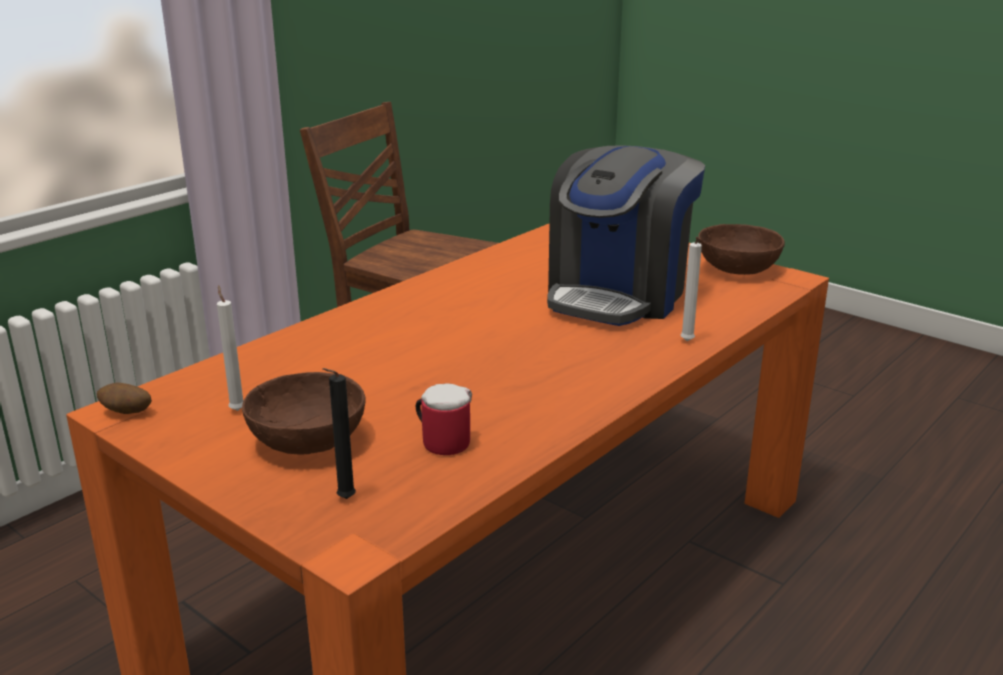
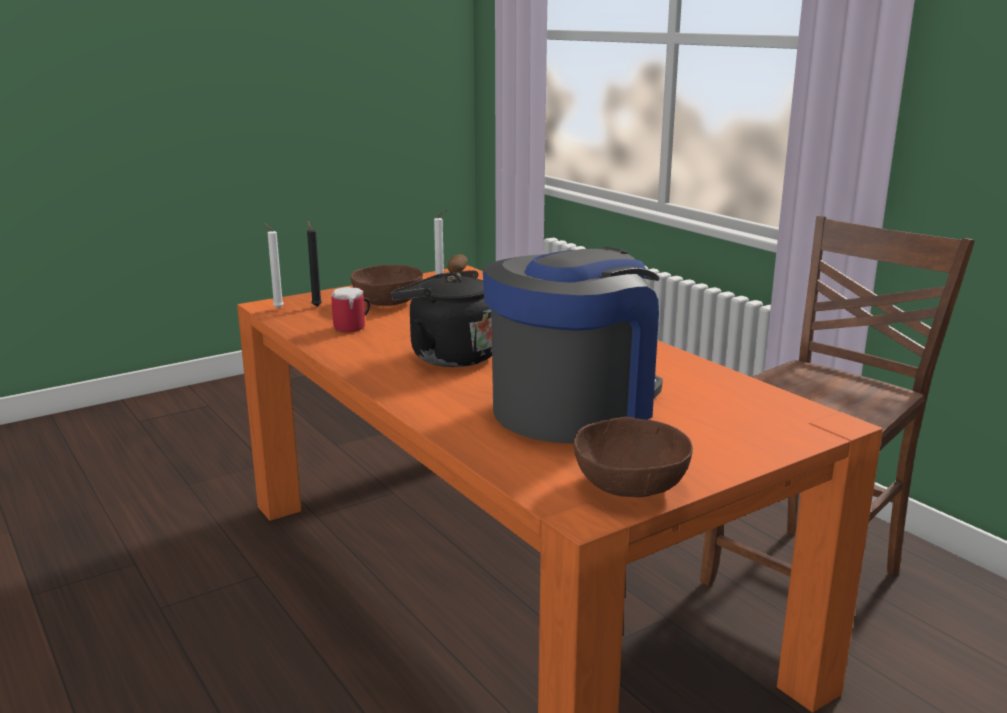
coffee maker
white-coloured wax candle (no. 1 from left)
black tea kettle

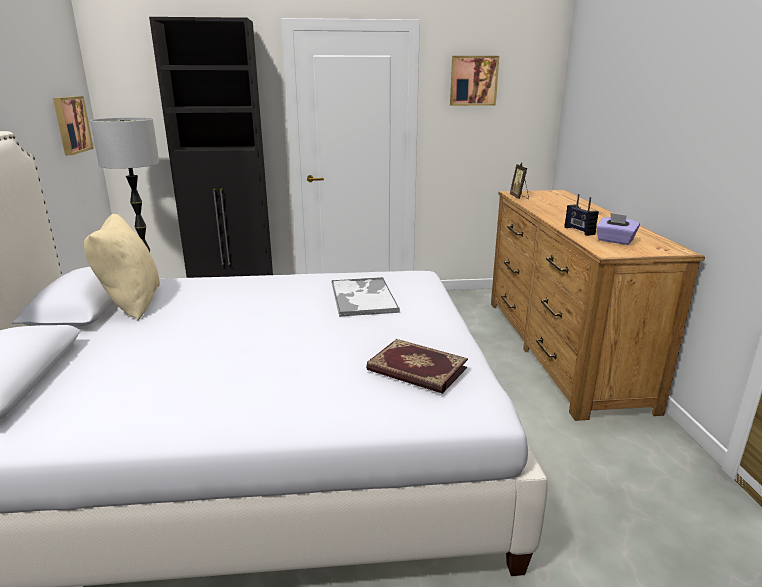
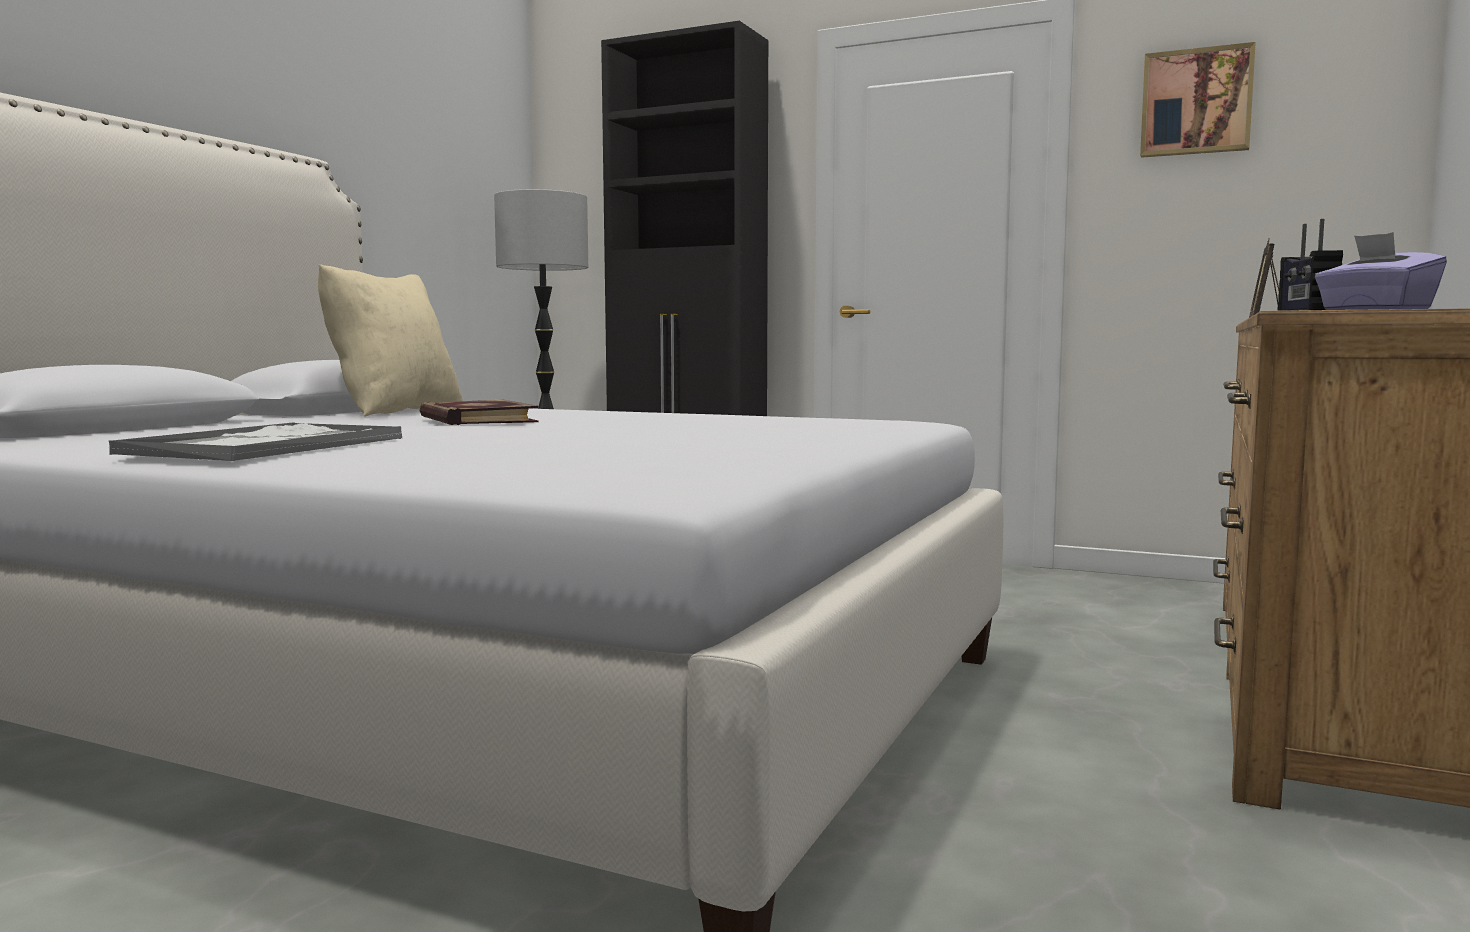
wall art (no. 1 from left in the first image)
tray
bound book

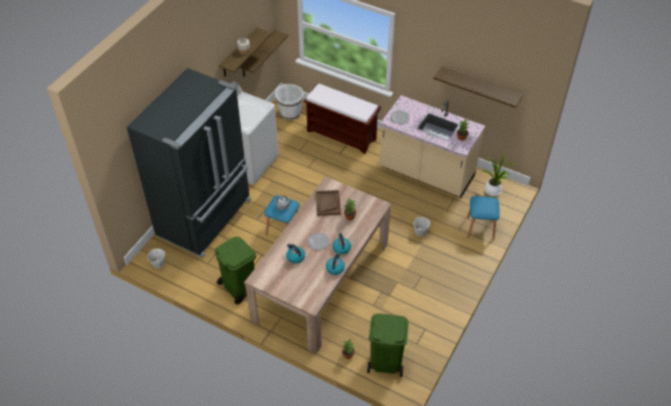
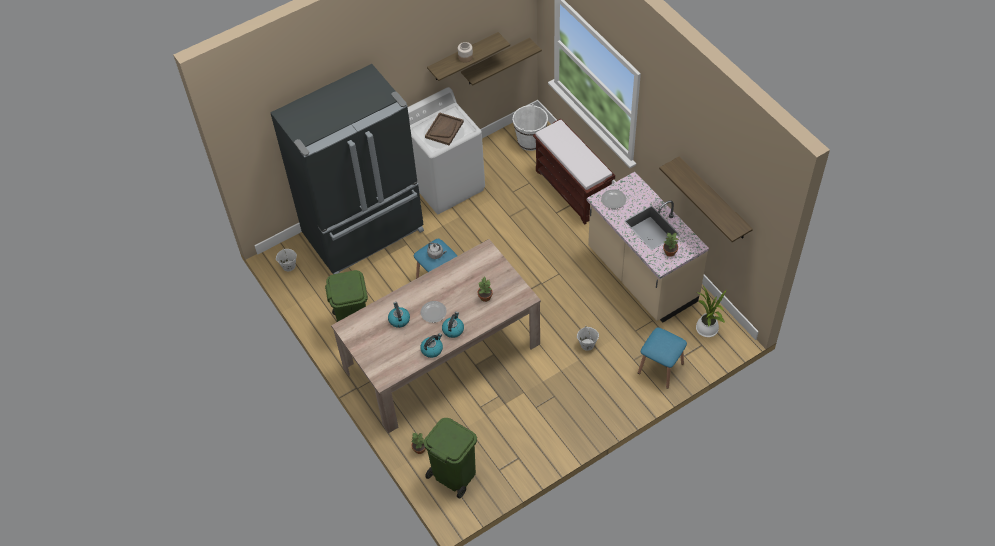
brown-coloured tray

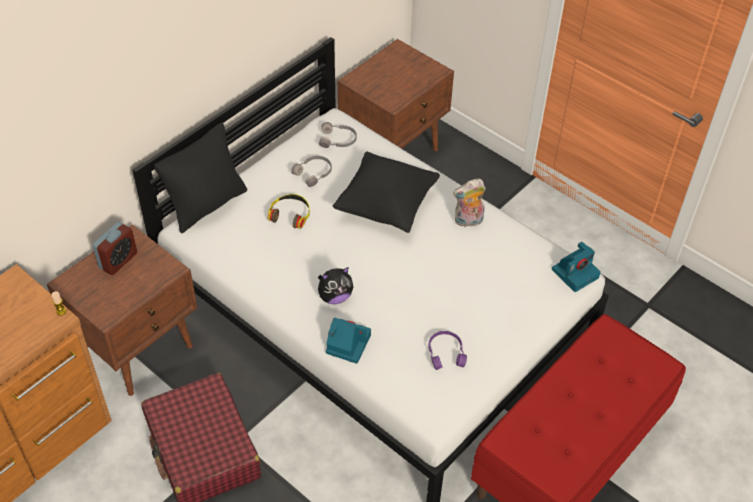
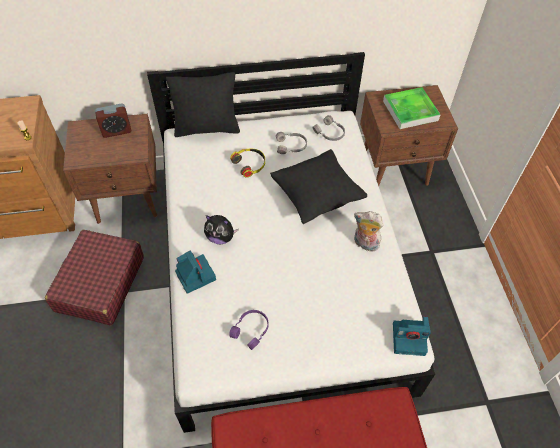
tray

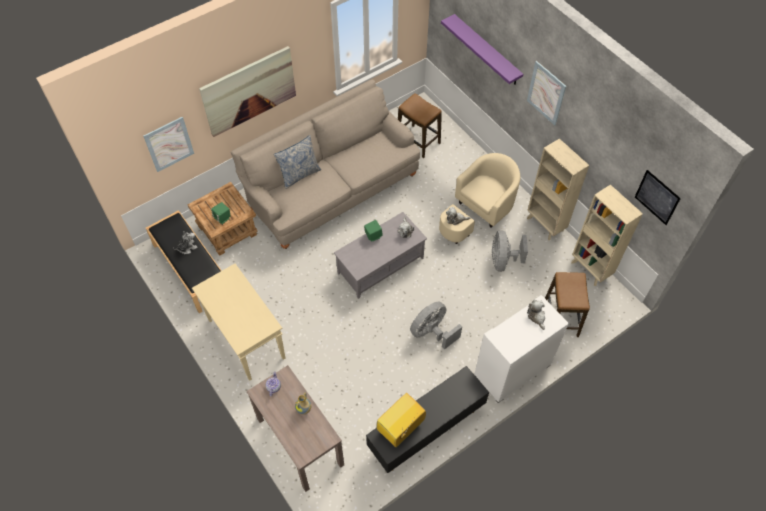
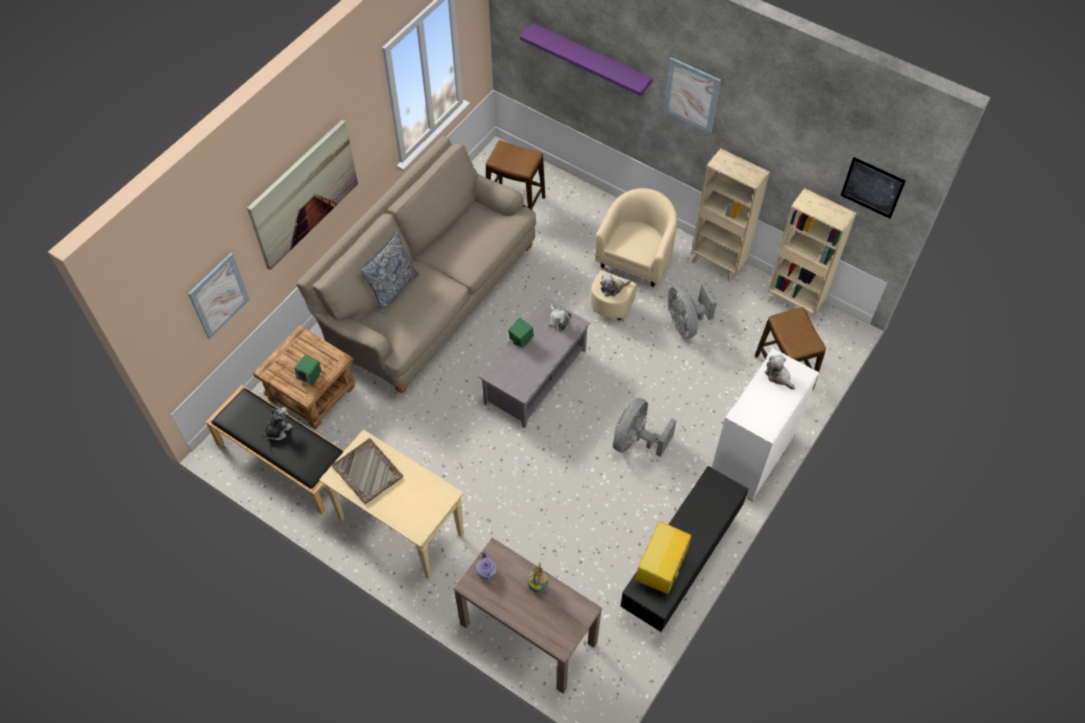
greyish tray

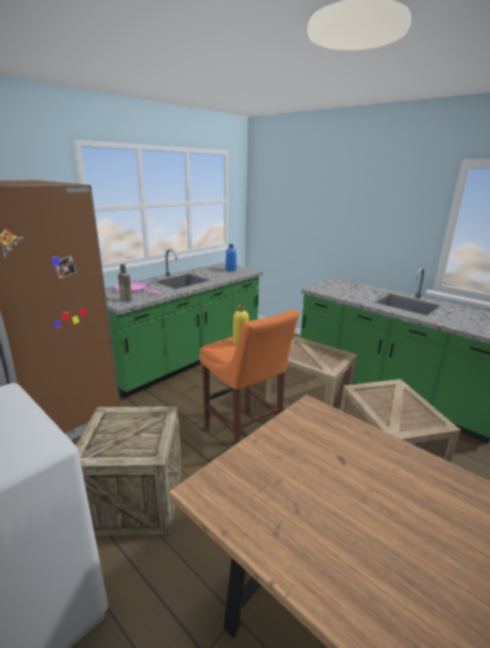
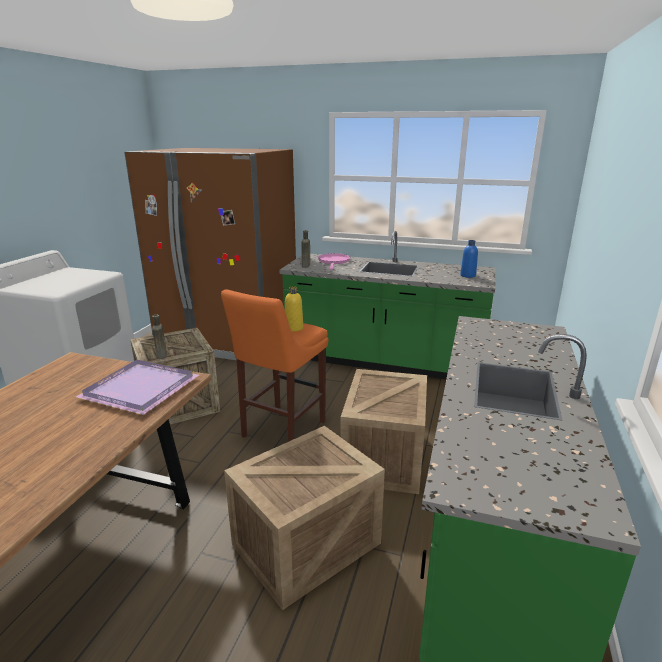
purplish tray
brown-coloured bottle (no. 1 from left)

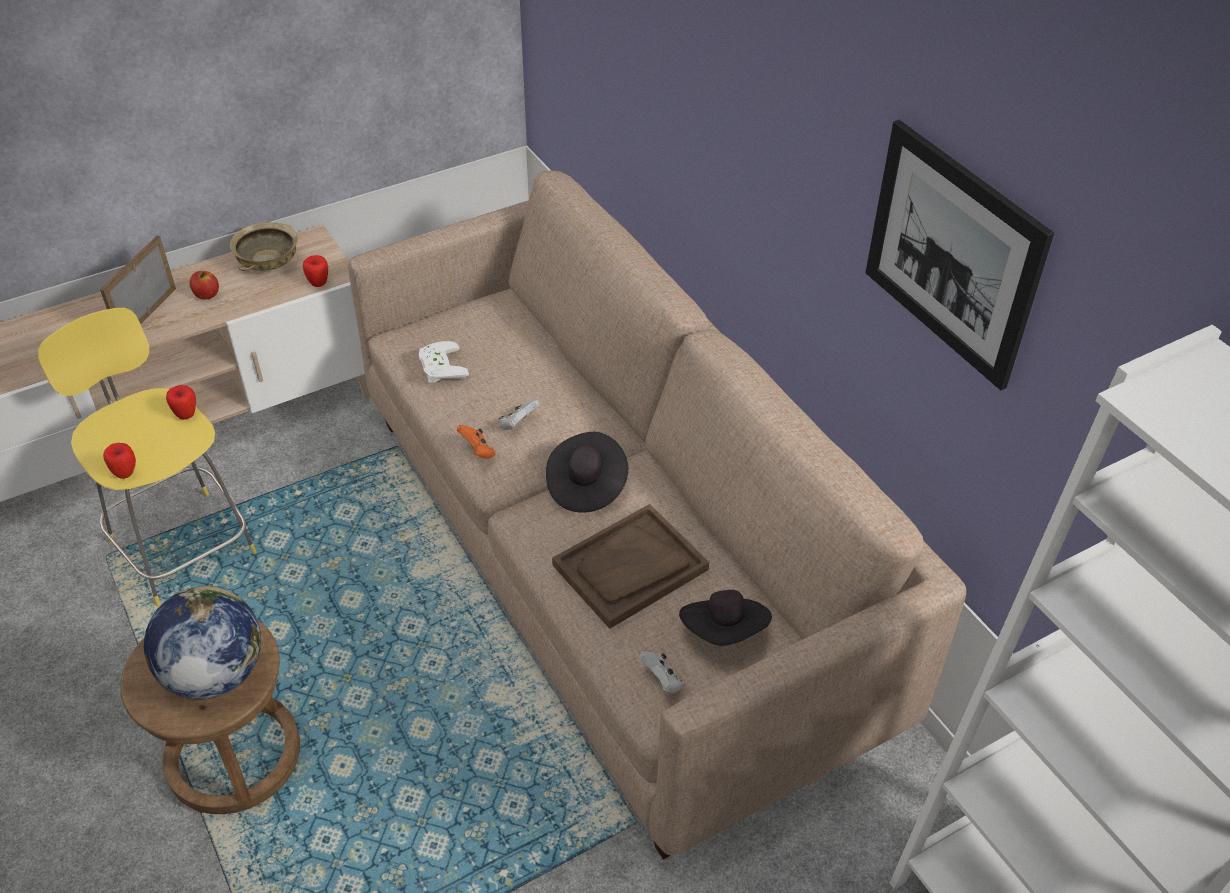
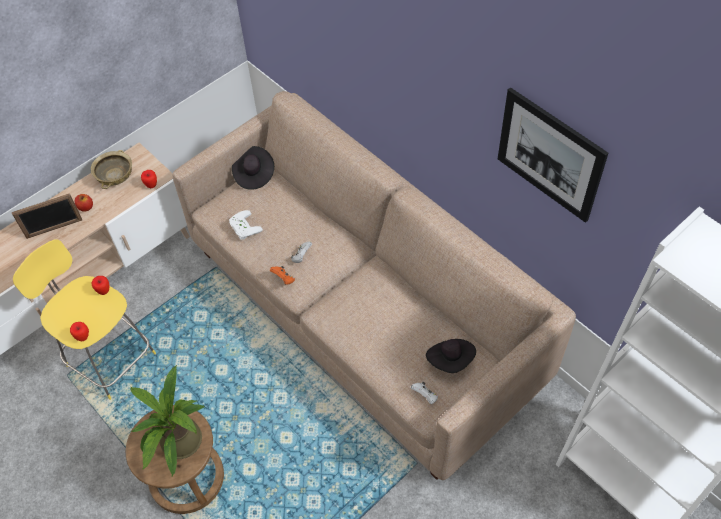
photo frame
potted plant
black wearable hat (no. 1 from left)
brown-coloured tray

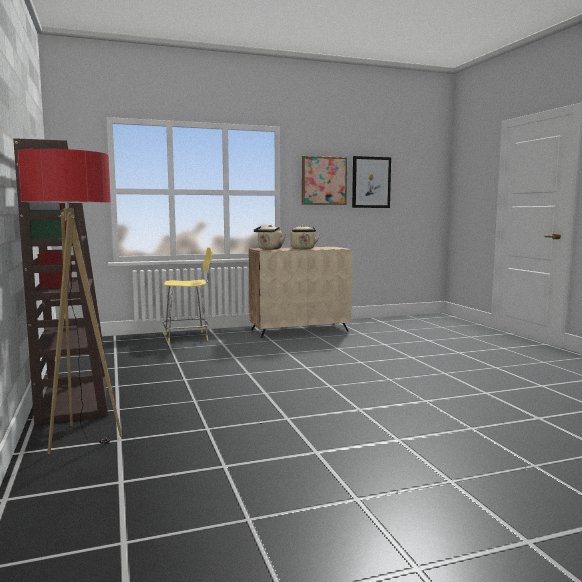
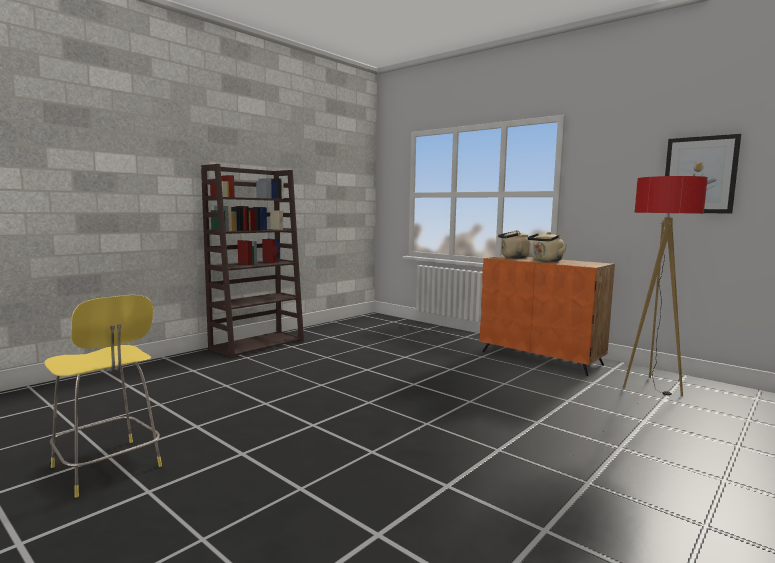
floor lamp
yellow stool seat
orange cabinet
wall art (no. 1 from left in the first image)

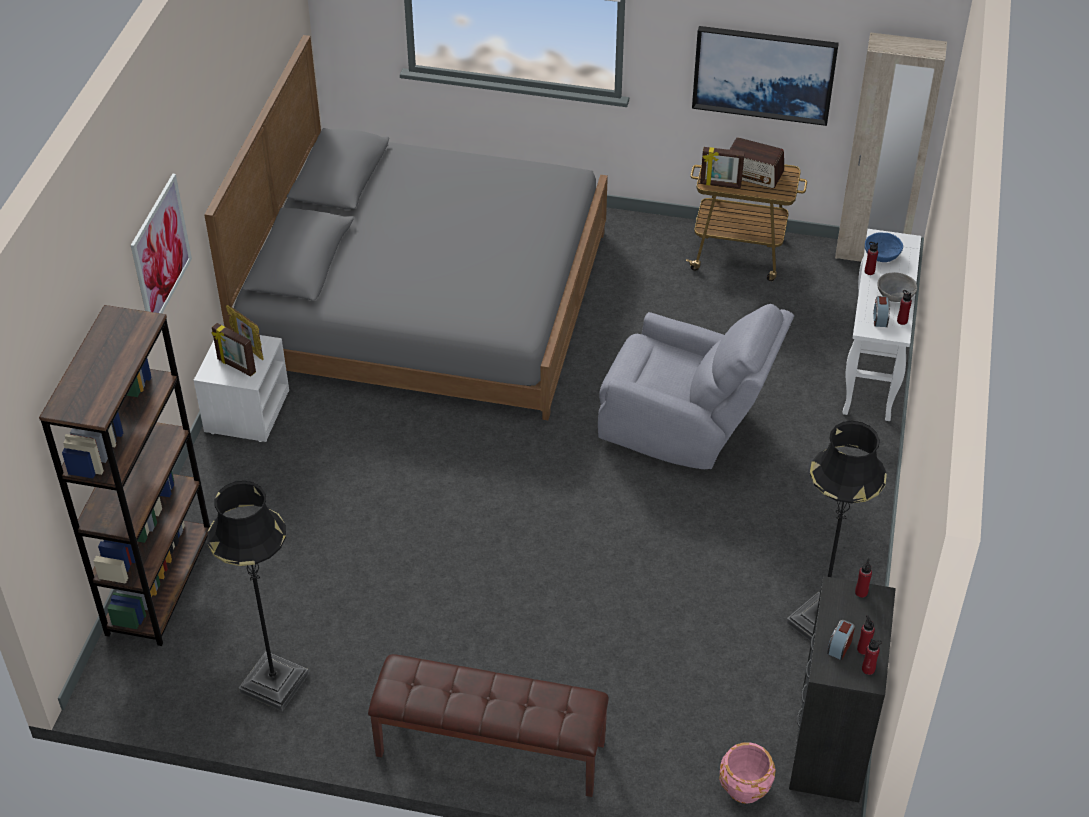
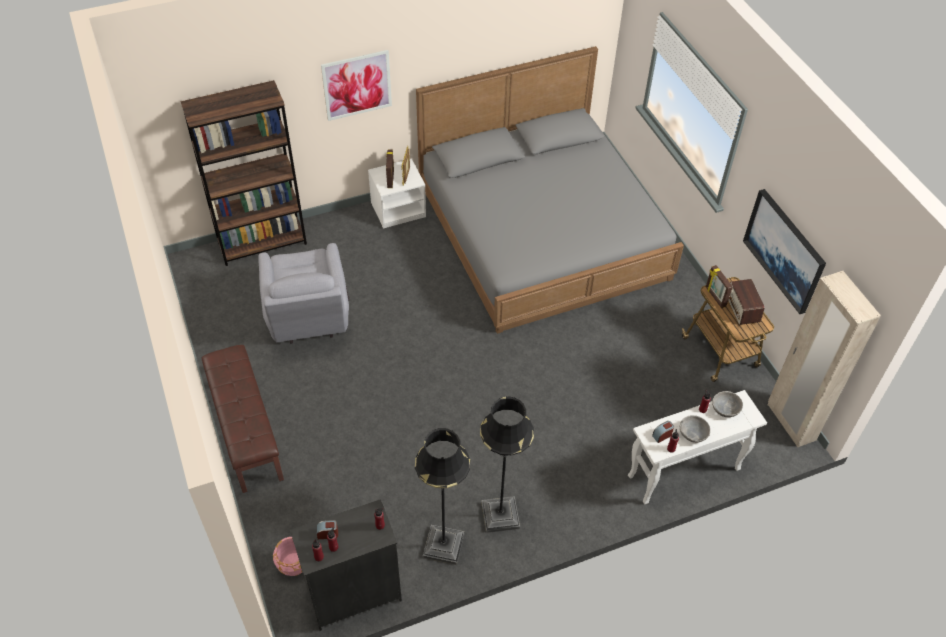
black floor lamp (no. 2 from left)
greyish lounge chair
greyish serving bowl (no. 2 from left)

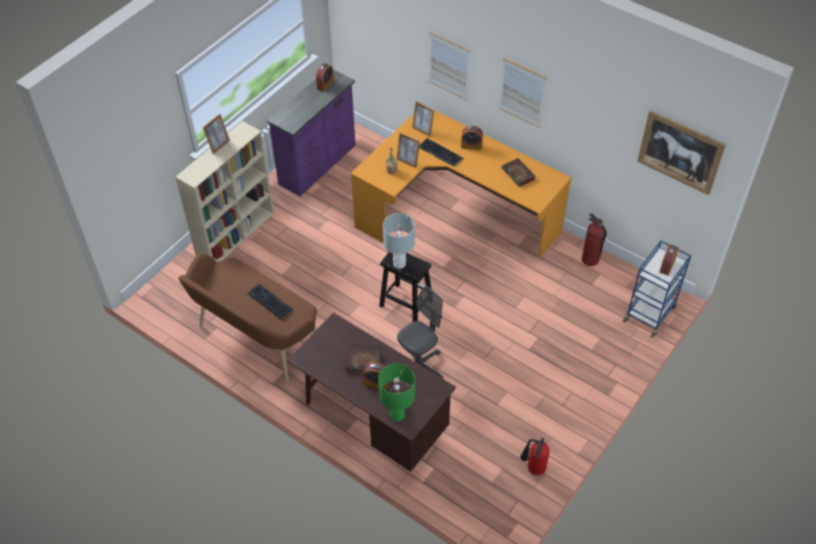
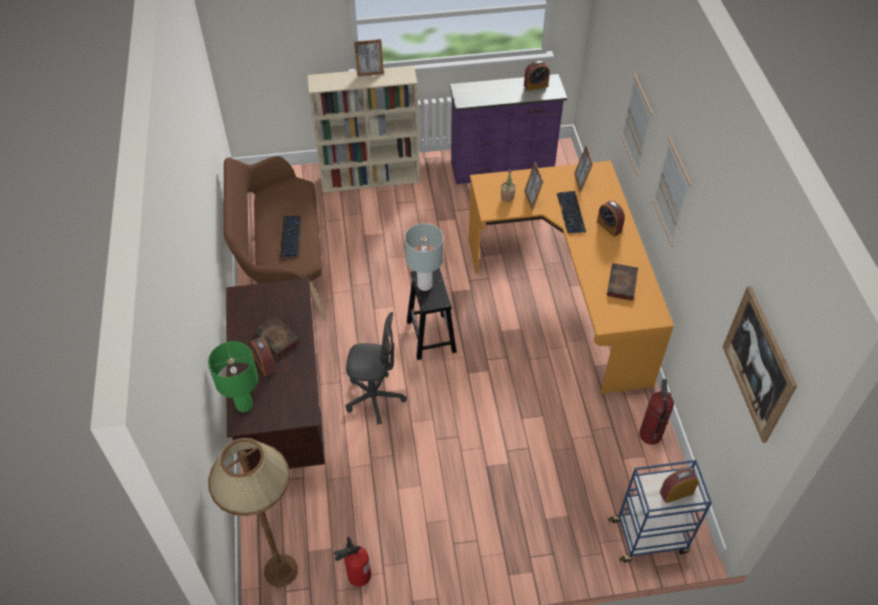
brown-coloured floor lamp

